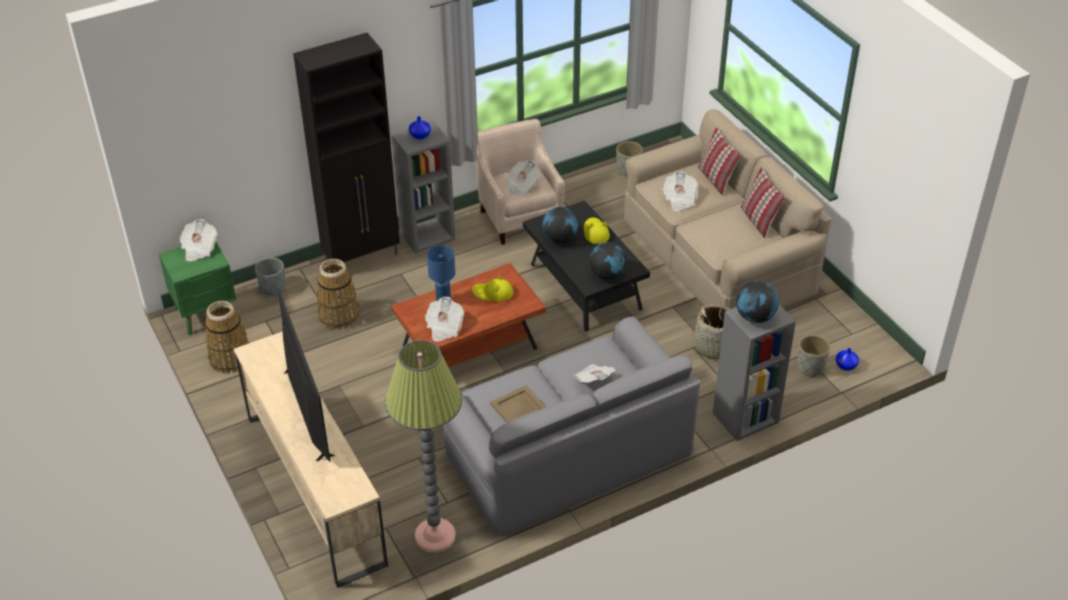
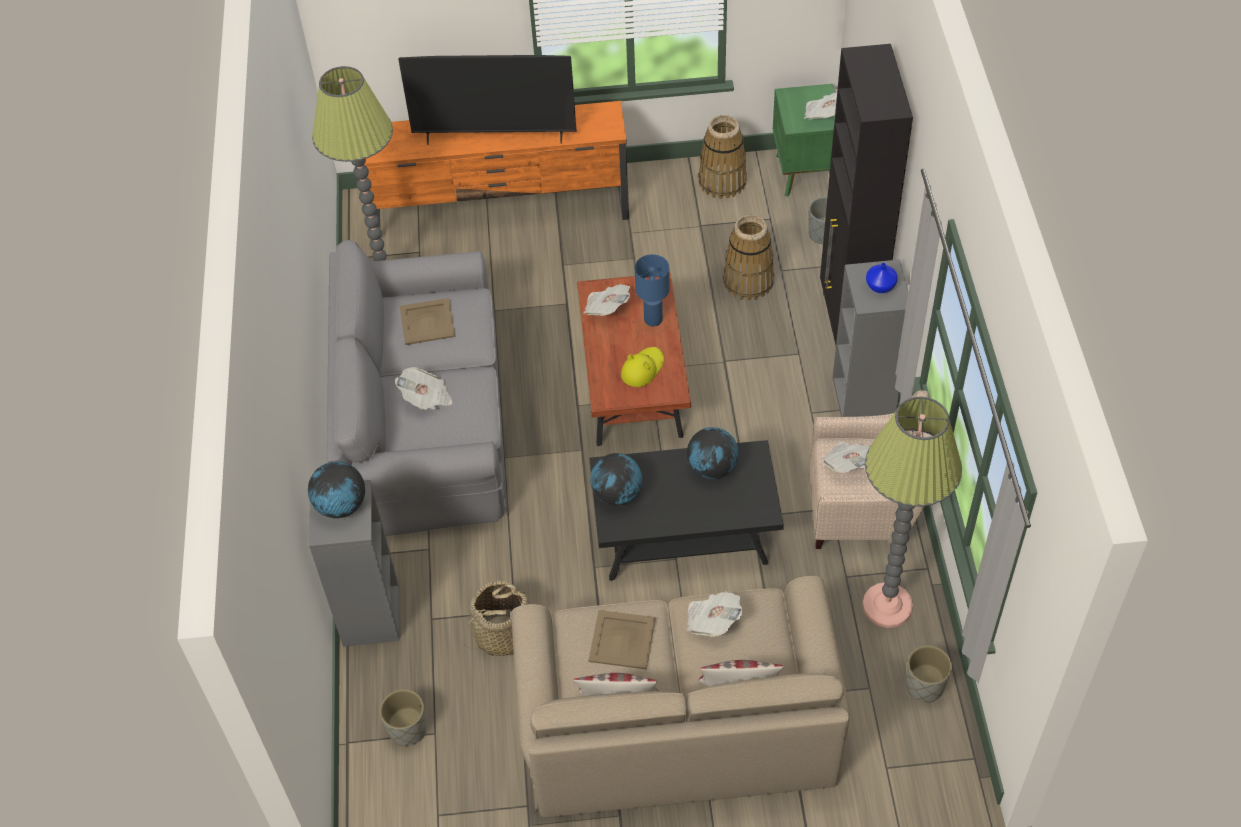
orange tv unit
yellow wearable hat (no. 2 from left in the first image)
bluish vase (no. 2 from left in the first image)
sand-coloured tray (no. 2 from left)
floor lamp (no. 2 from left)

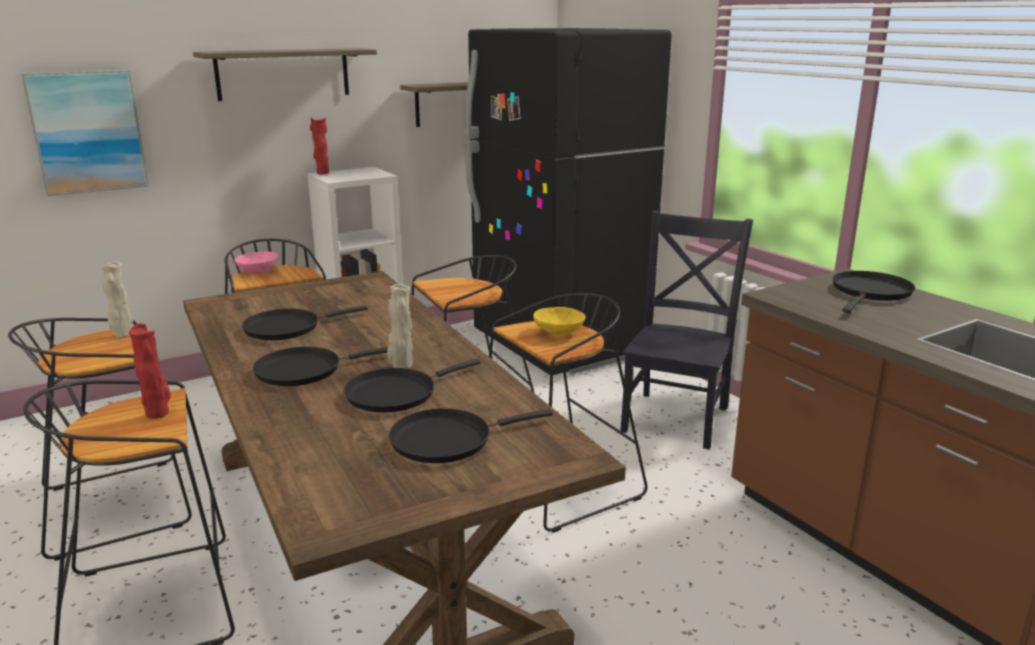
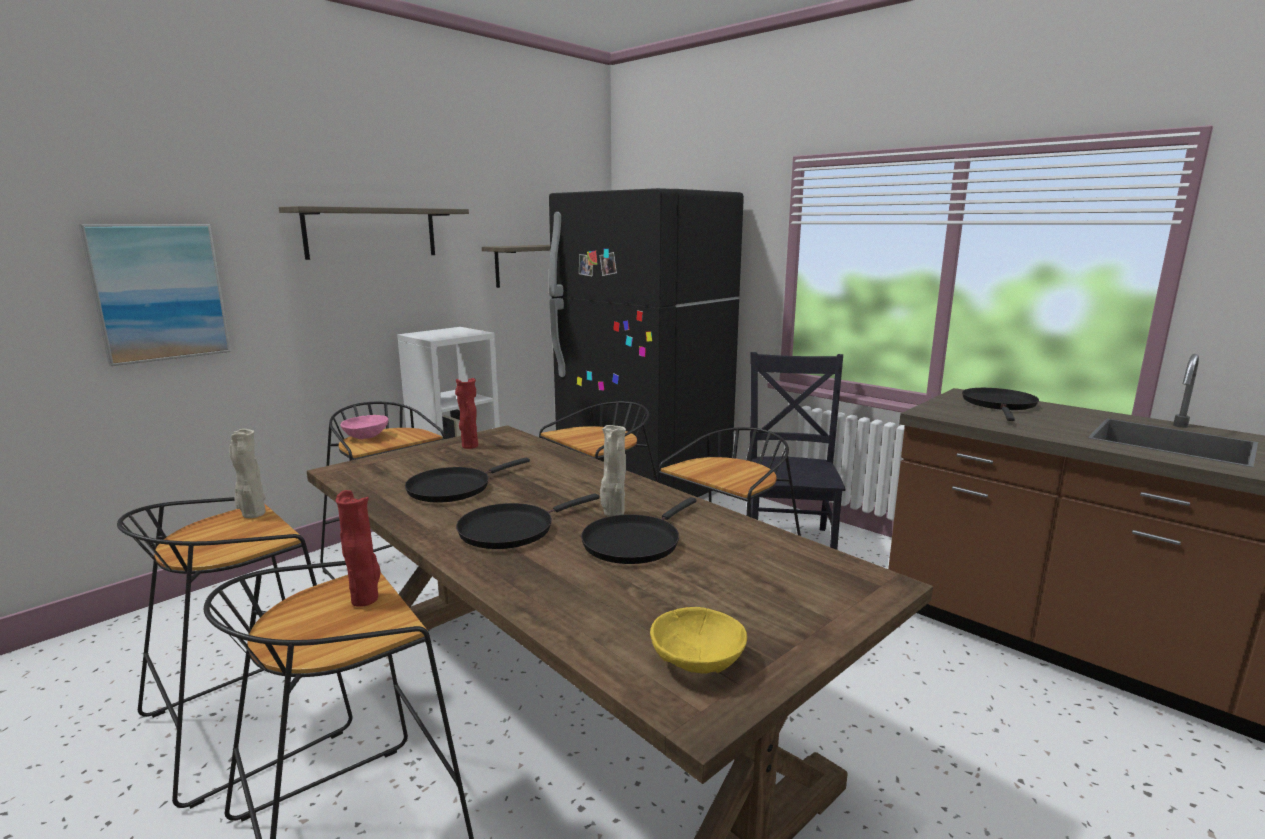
red vase (no. 2 from left)
black skillet (no. 4 from left in the first image)
yellow serving bowl

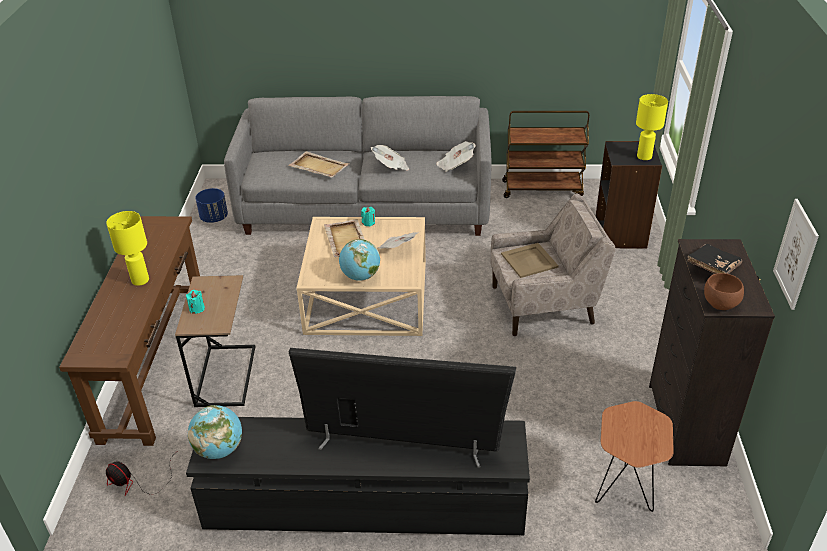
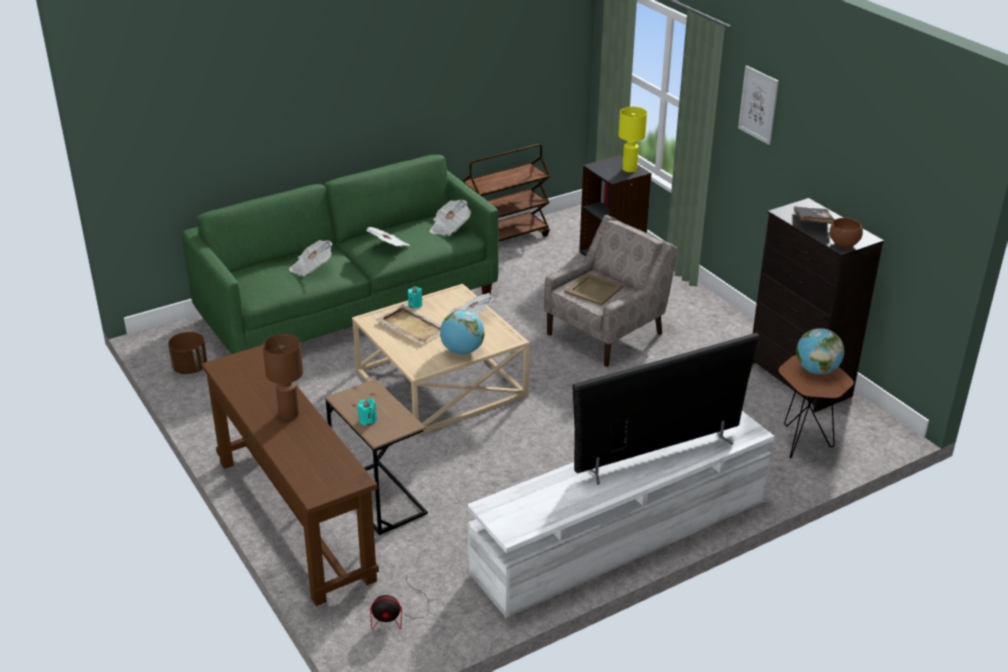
brown-coloured lamp for a table
white-coloured tv unit
globe (no. 2 from left)
brown-coloured flower pot
green settee
newspaper (no. 1 from left)
wall art

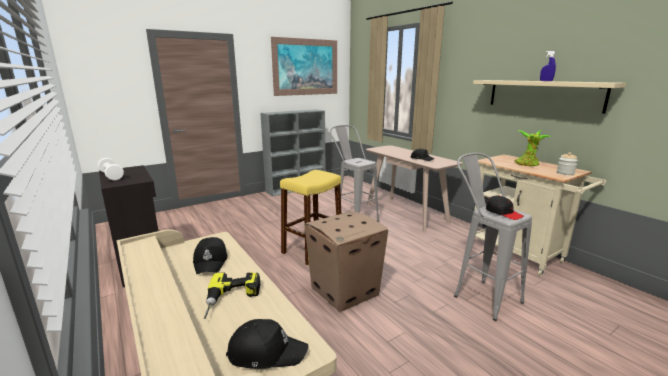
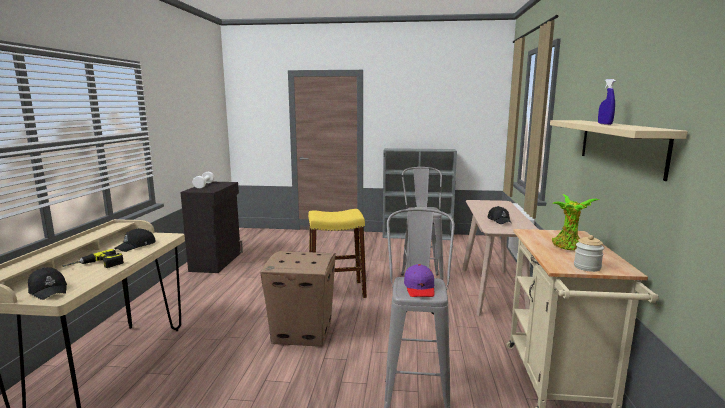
wall art
purplish baseball cap

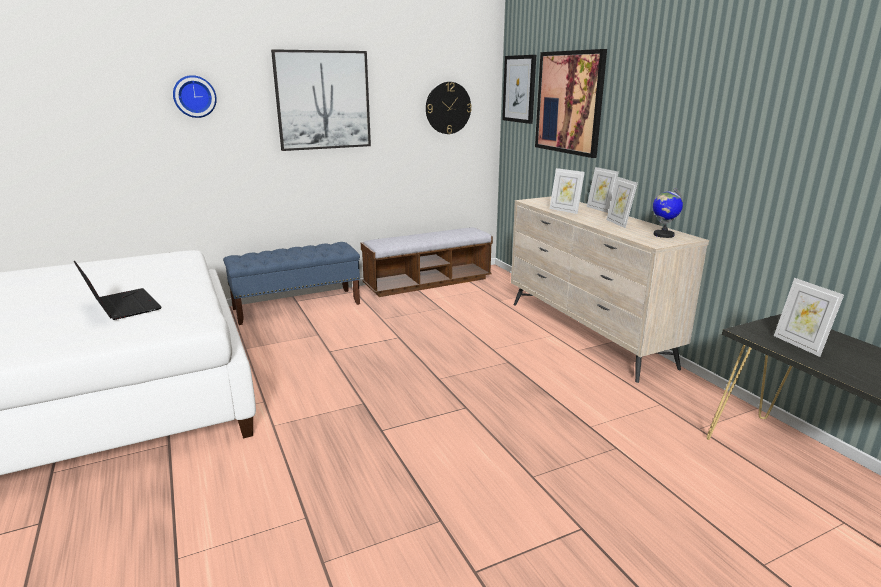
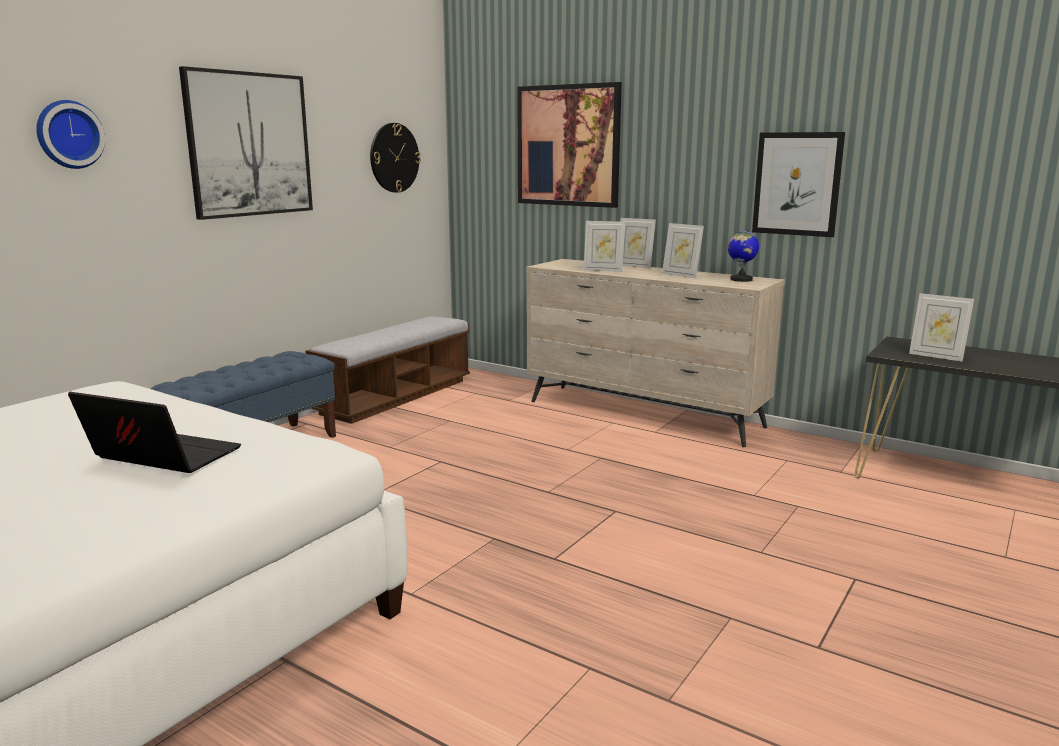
wall art (no. 3 from left)

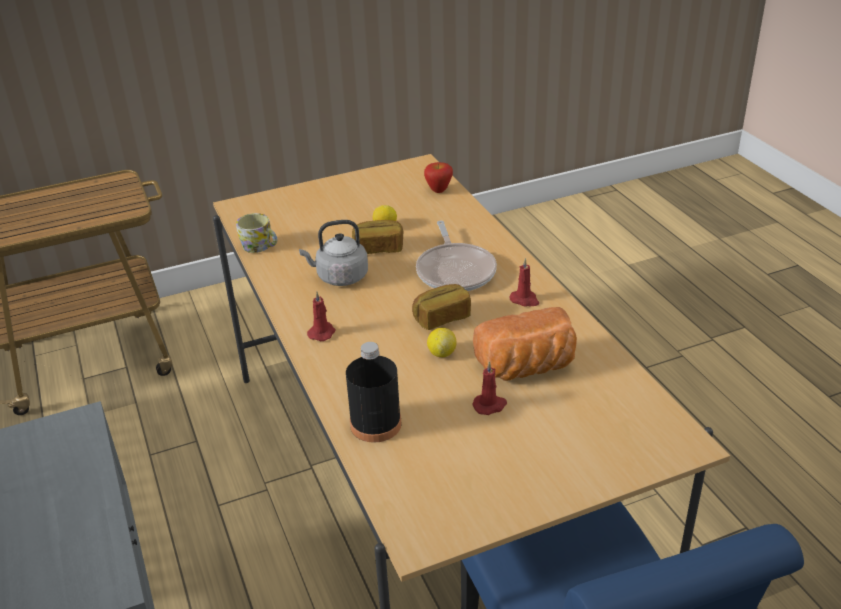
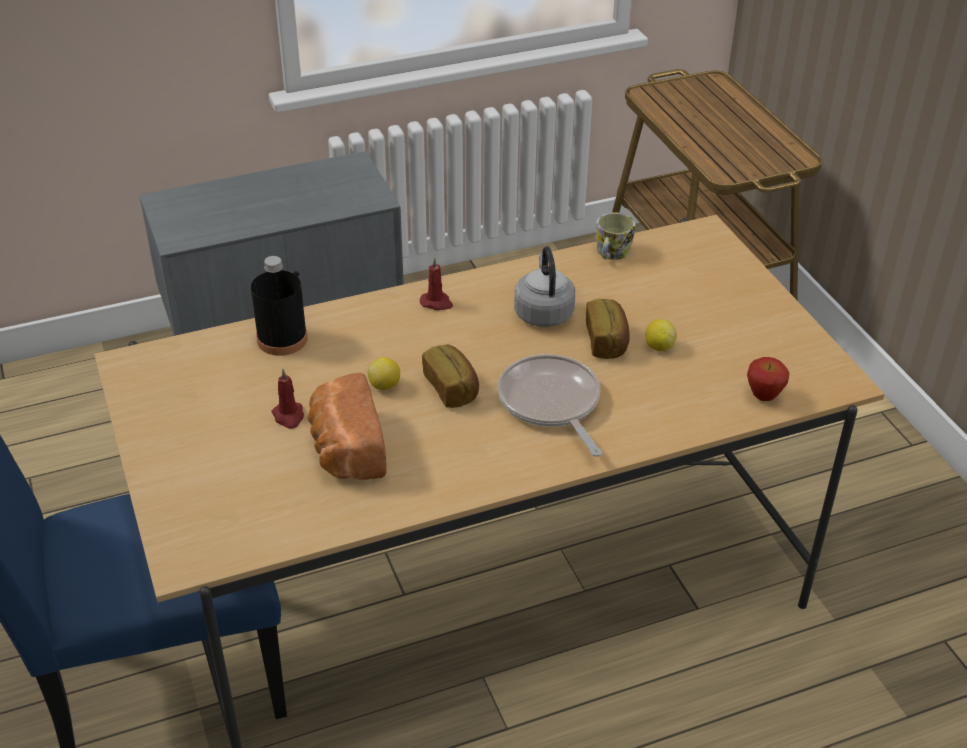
skillet
red wax candle (no. 3 from left in the first image)

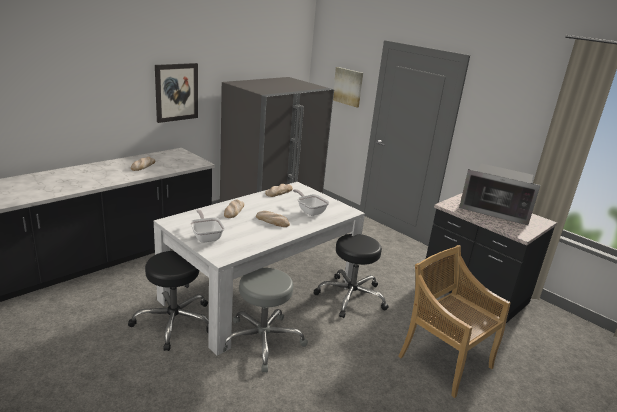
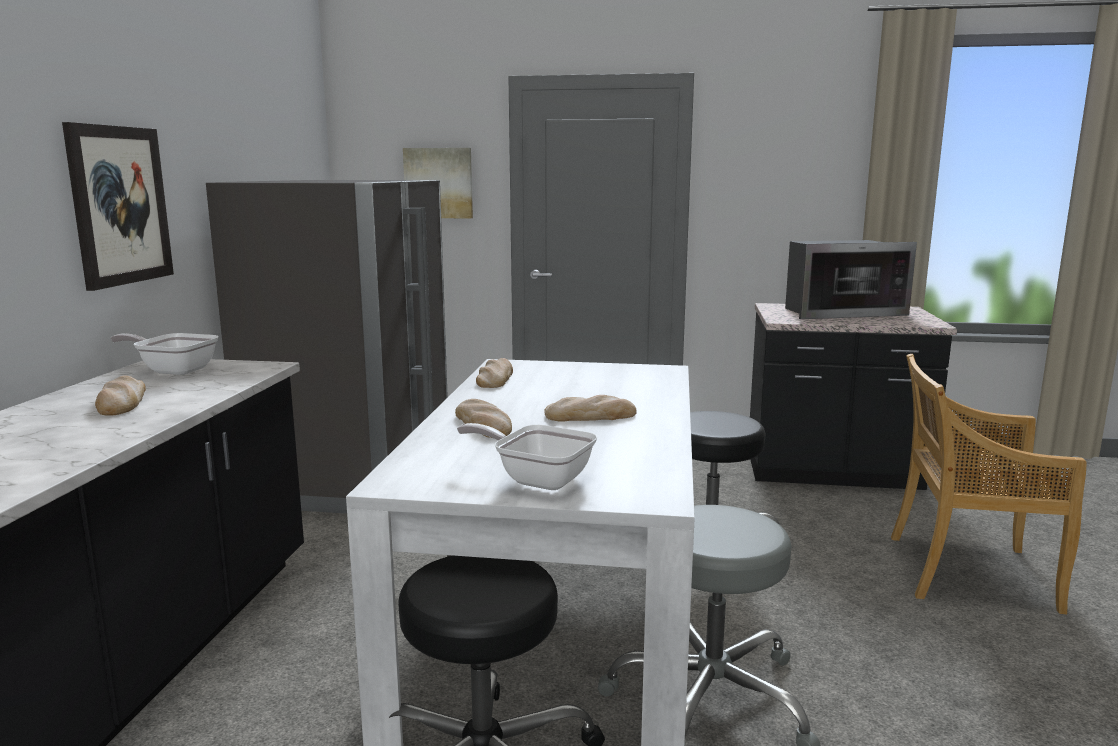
skillet (no. 1 from left)

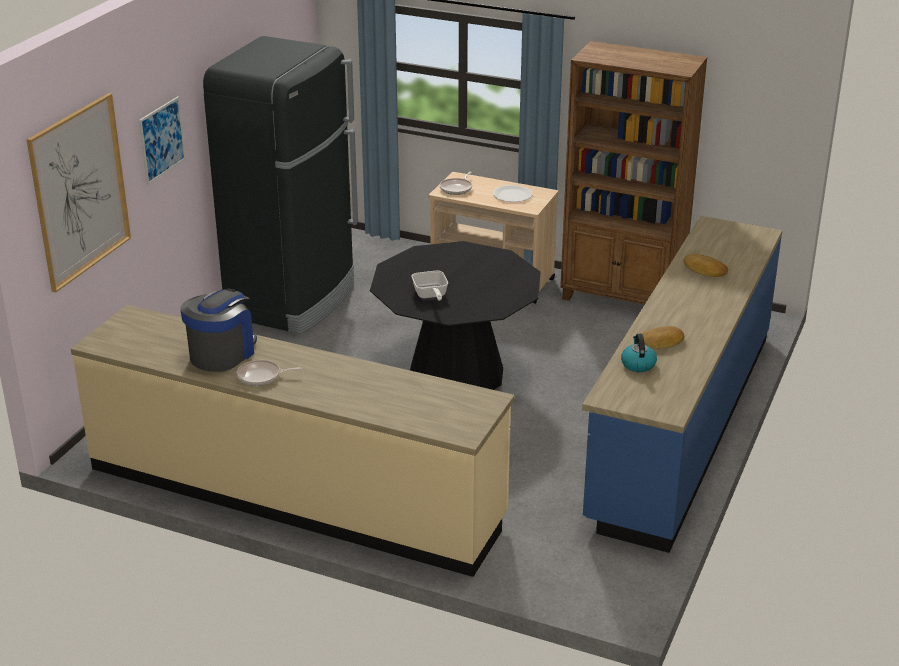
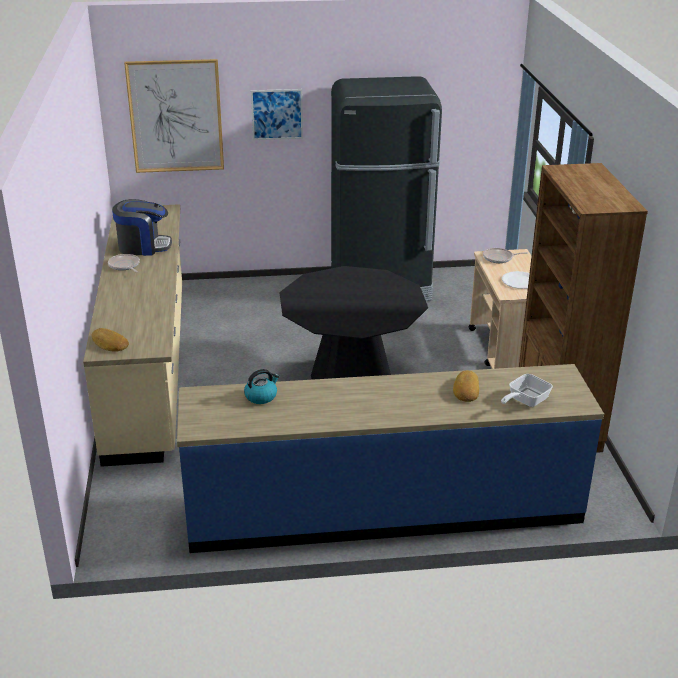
skillet (no. 3 from left)
bread (no. 1 from left)

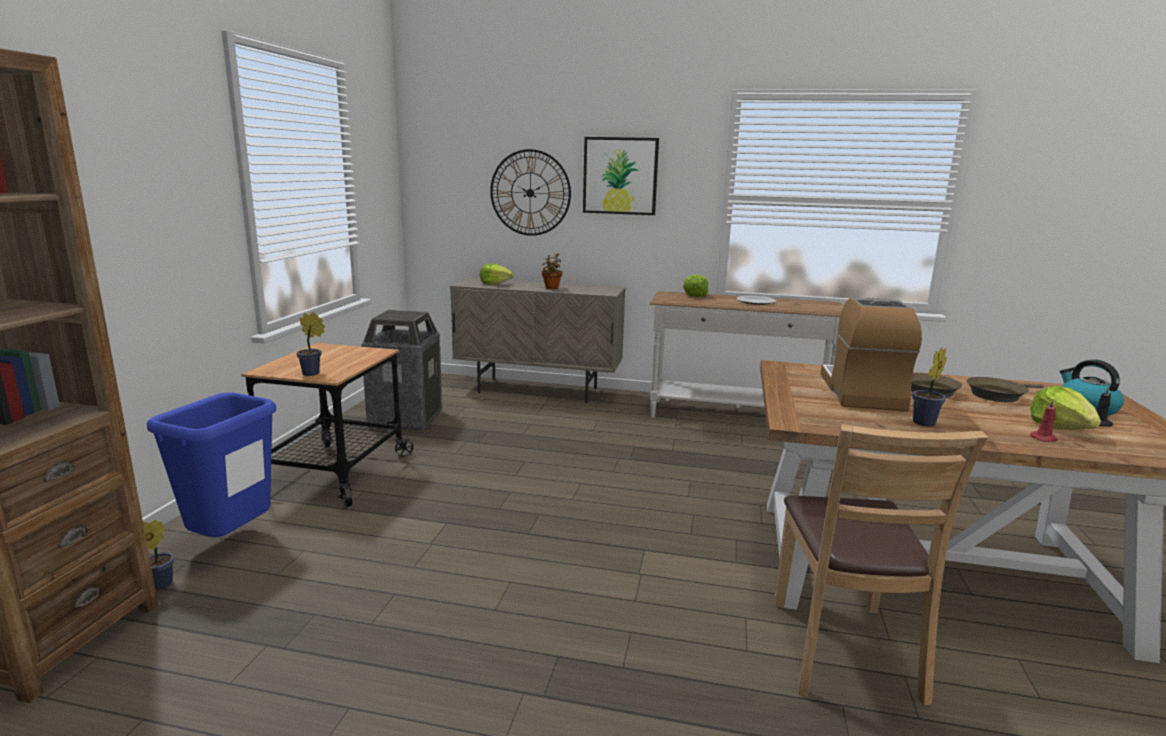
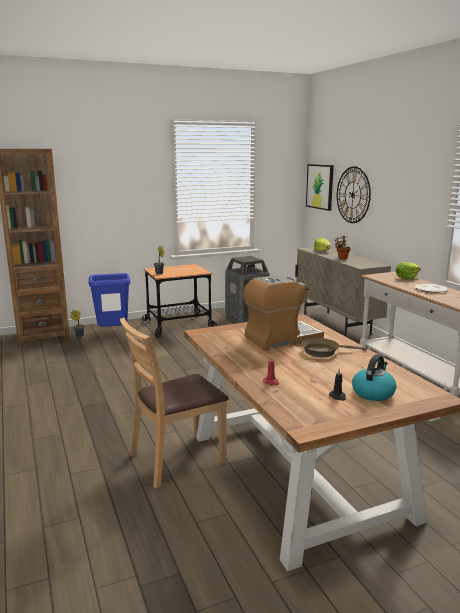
wall art
potted plant (no. 4 from left in the first image)
brown-coloured skillet (no. 2 from left in the first image)
head of lettuce (no. 3 from left in the first image)

